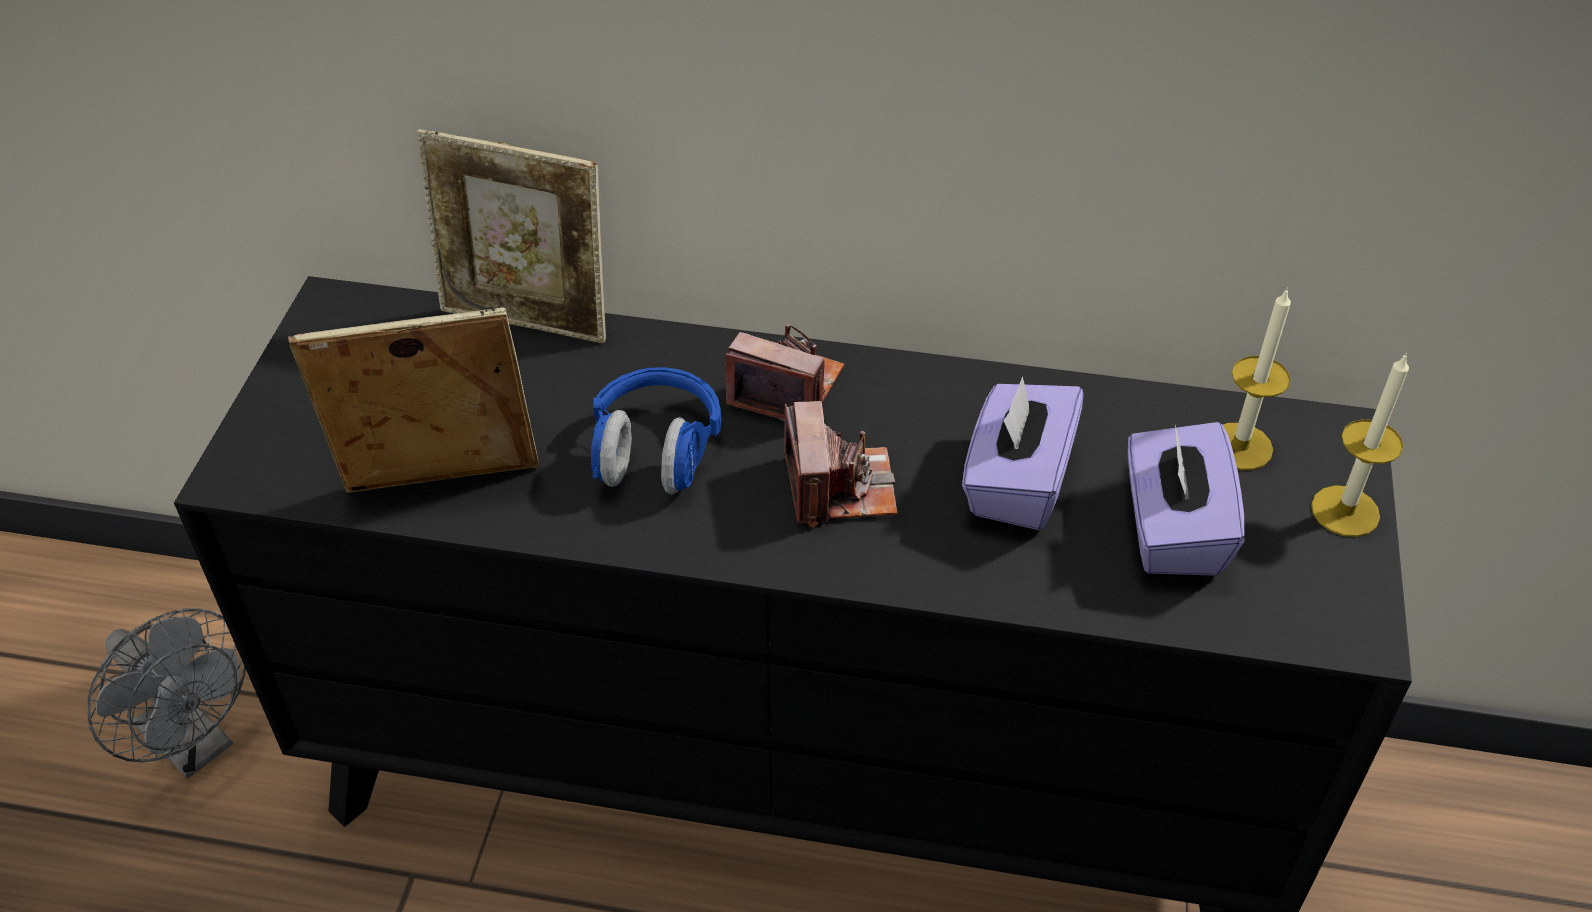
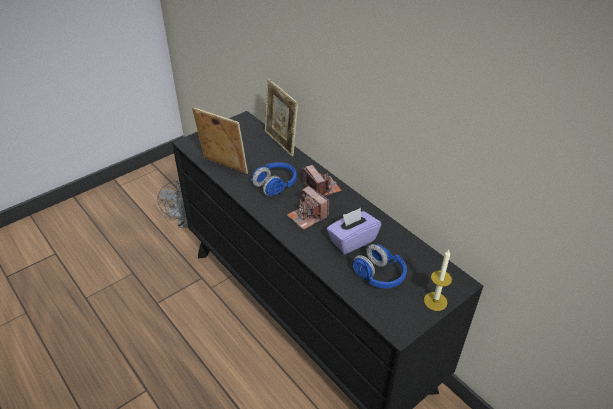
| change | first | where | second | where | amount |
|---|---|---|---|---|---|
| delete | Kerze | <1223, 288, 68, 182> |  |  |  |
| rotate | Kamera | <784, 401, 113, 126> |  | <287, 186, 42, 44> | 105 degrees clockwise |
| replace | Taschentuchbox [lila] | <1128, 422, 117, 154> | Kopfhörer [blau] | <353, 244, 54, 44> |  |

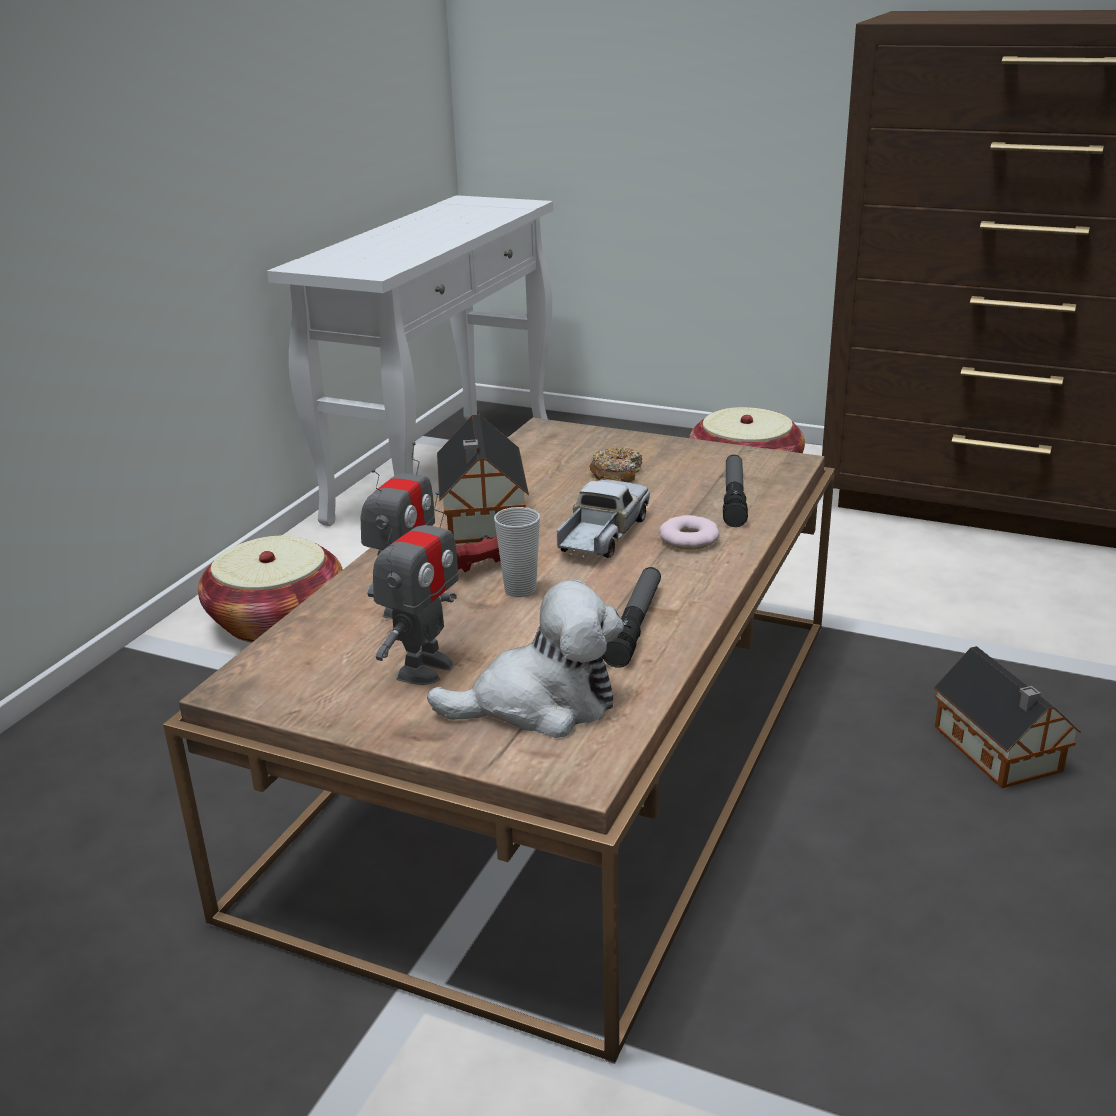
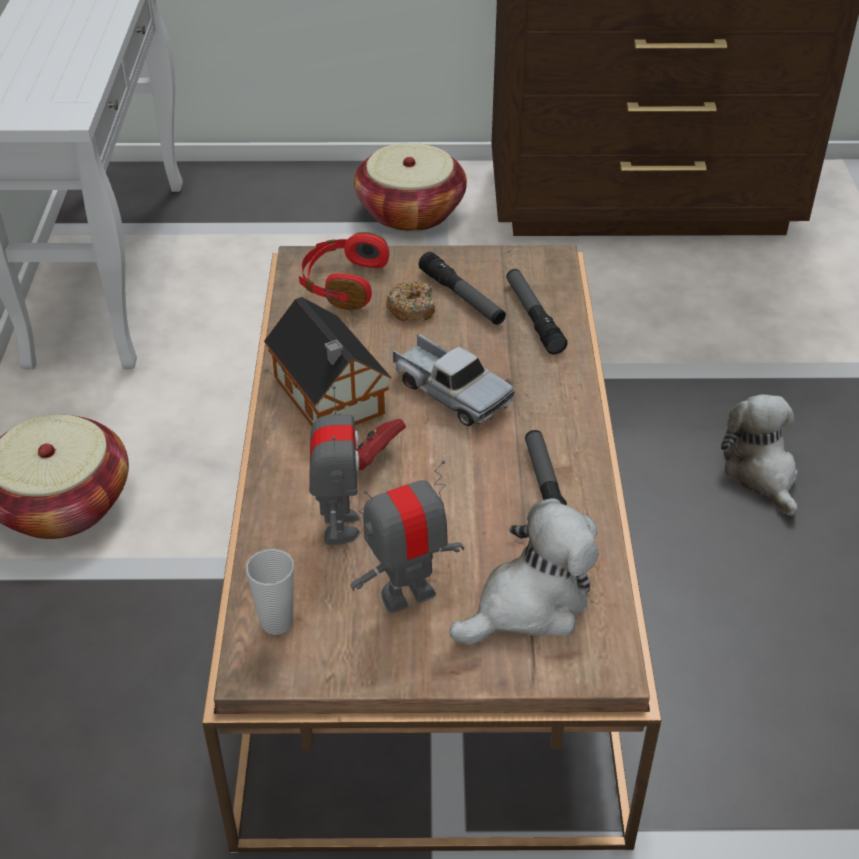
| change | first | where | second | where | amount |
|---|---|---|---|---|---|
| rotate | Spielzeuglaster | <556, 480, 94, 78> |  | <393, 334, 122, 92> | 135 degrees clockwise |
| rotate | Spielzeugroboter | <373, 491, 86, 194> |  | <350, 460, 114, 153> | 120 degrees counterclockwise |
| move | Tasse | <494, 507, 46, 90> |  | <246, 549, 48, 86> |  |
| delete | Donut | <659, 515, 60, 35> |  |  |  |
| replace | Spielzeughaus | <934, 646, 147, 142> | Plüschtier | <721, 394, 76, 122> |  |
| insert |  |  | Kopfhörer [rot] | <299, 232, 90, 78> |  |
| insert |  |  | Taschenlampe | <419, 252, 87, 73> |  |

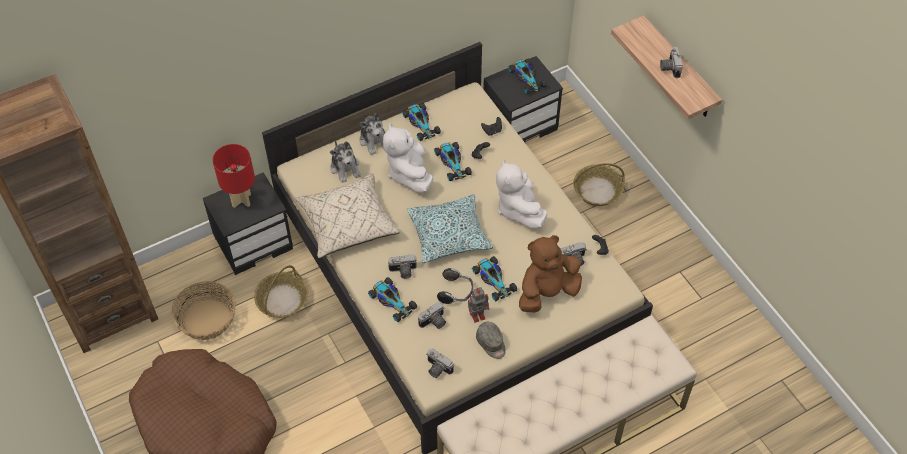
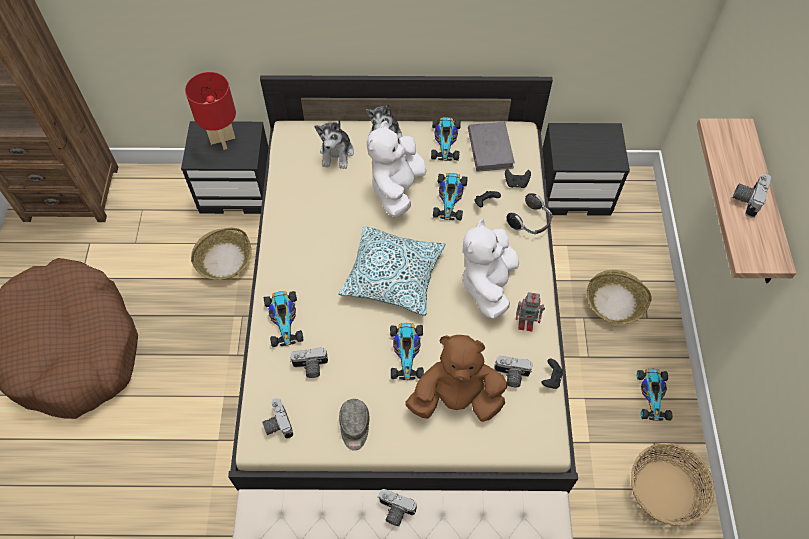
| change | first | where | second | where | amount |
|---|---|---|---|---|---|
| move | Spielzeugauto | <508, 59, 39, 35> |  | <637, 369, 36, 52> |  |
| delete | Kissen [beige] | <295, 173, 106, 85> |  |  |  |
| move | Kamera | <388, 254, 29, 25> |  | <377, 489, 40, 37> |  |
| move | Kopfhörer | <437, 268, 36, 36> |  | <507, 193, 45, 41> |  |
| move | Korb | <171, 281, 65, 59> |  | <631, 443, 84, 82> |  |
| move | Spielzeugroboter | <468, 287, 21, 36> |  | <516, 292, 29, 40> |  |
| insert |  |  | Buch [grau] | <468, 122, 47, 50> |  |

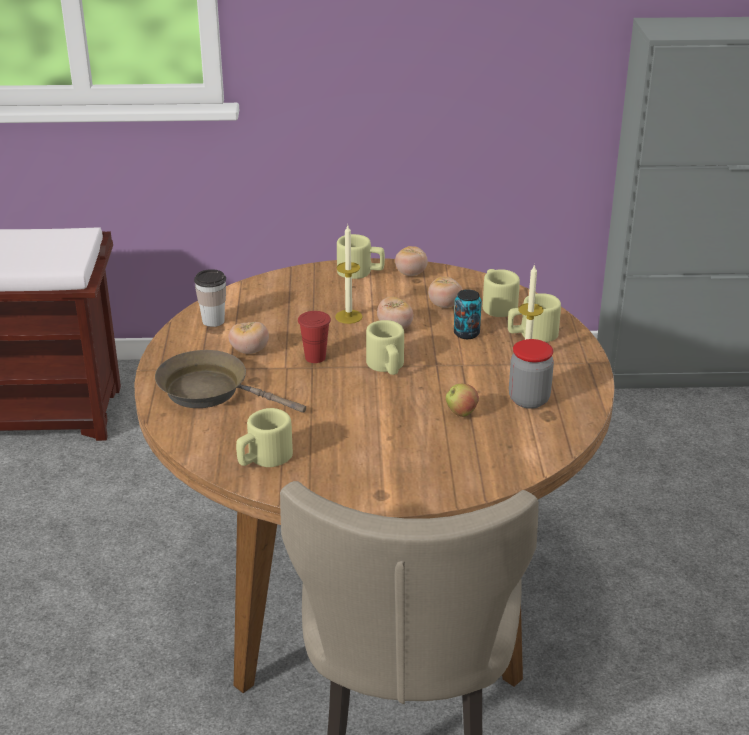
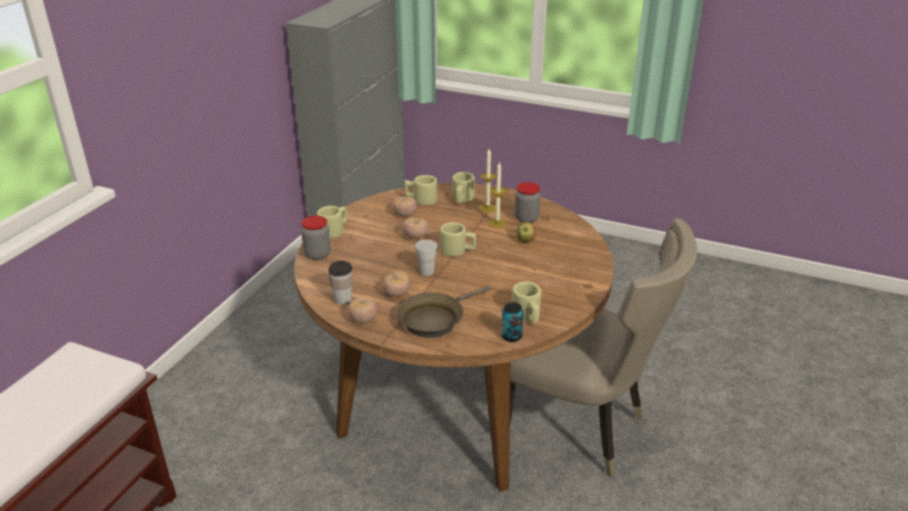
| change | first | where | second | where | amount |
|---|---|---|---|---|---|
| move | Kerze | <335, 225, 28, 99> |  | <488, 162, 18, 66> |  |
| move | Tomate | <395, 246, 33, 30> |  | <348, 298, 29, 25> |  |
| move | Dose | <454, 289, 28, 50> |  | <501, 302, 23, 40> |  |
| recolor | Tasse [rot] | <298, 311, 33, 52> | Tasse [weiß] | <415, 239, 23, 37> |  |
| insert |  |  | Vorratsglas | <301, 216, 30, 44> |  |

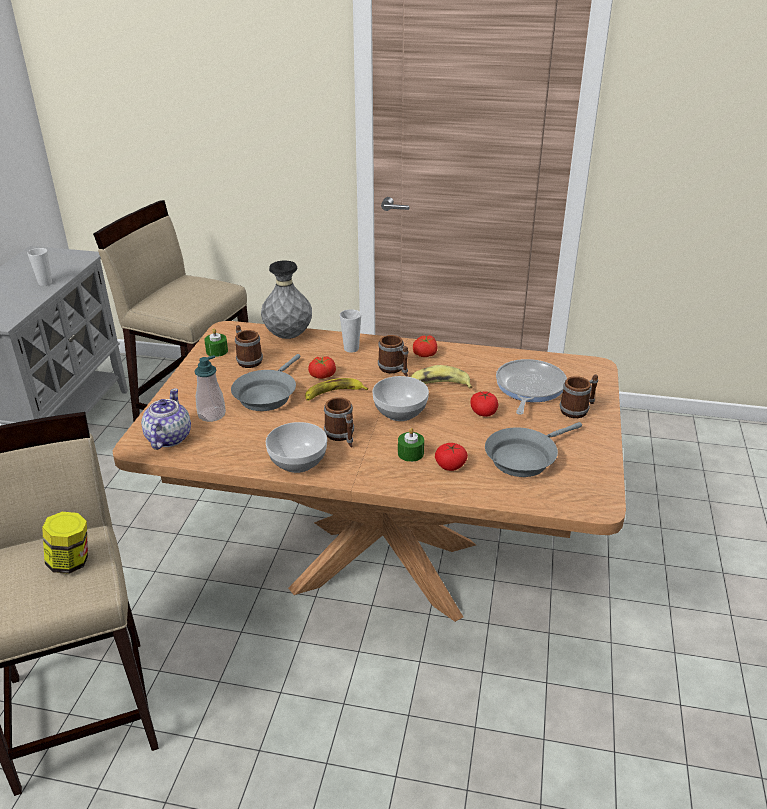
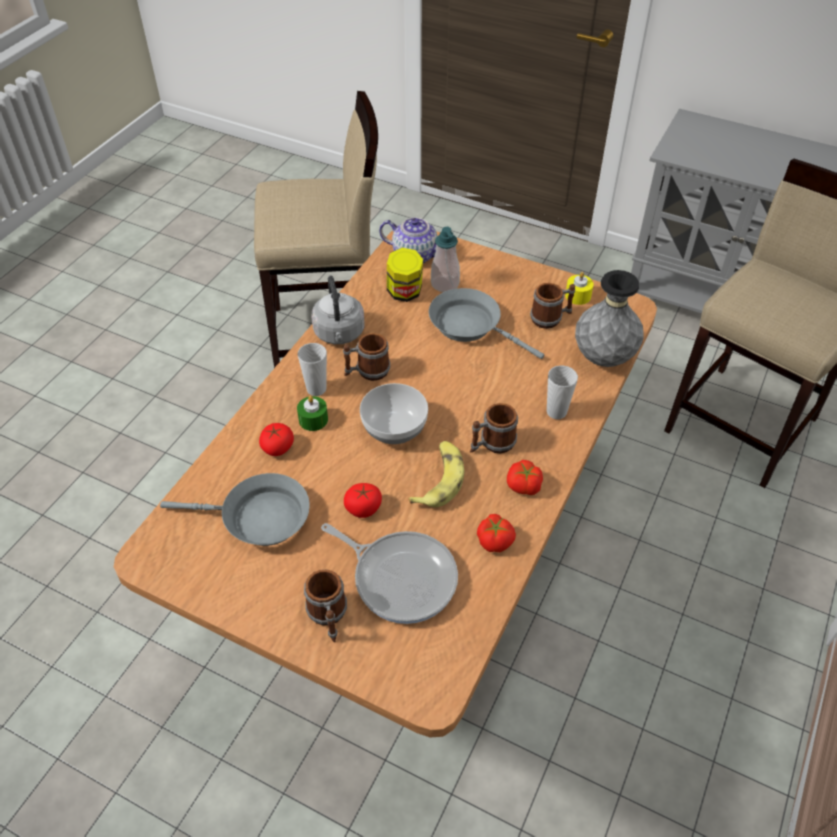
| change | first | where | second | where | amount |
|---|---|---|---|---|---|
| move | Tasse | <27, 248, 25, 38> |  | <298, 343, 29, 53> |  |
| recolor | Kerze [grün] | <204, 328, 24, 29> | Kerze [gelb] | <565, 272, 29, 33> |  |
| move | Tomate | <308, 356, 28, 23> |  | <477, 514, 39, 38> |  |
| delete | Banane | <305, 378, 63, 23> |  |  |  |
| replace | Schüssel | <266, 422, 61, 51> | Wasserkessel [grau] | <312, 276, 53, 68> |  |
| rotate | Pfanne [grau] | <485, 422, 97, 55> |  | <160, 473, 149, 73> | 120 degrees clockwise |
| move | Vorratsglas | <42, 512, 46, 62> |  | <387, 248, 36, 54> |  |

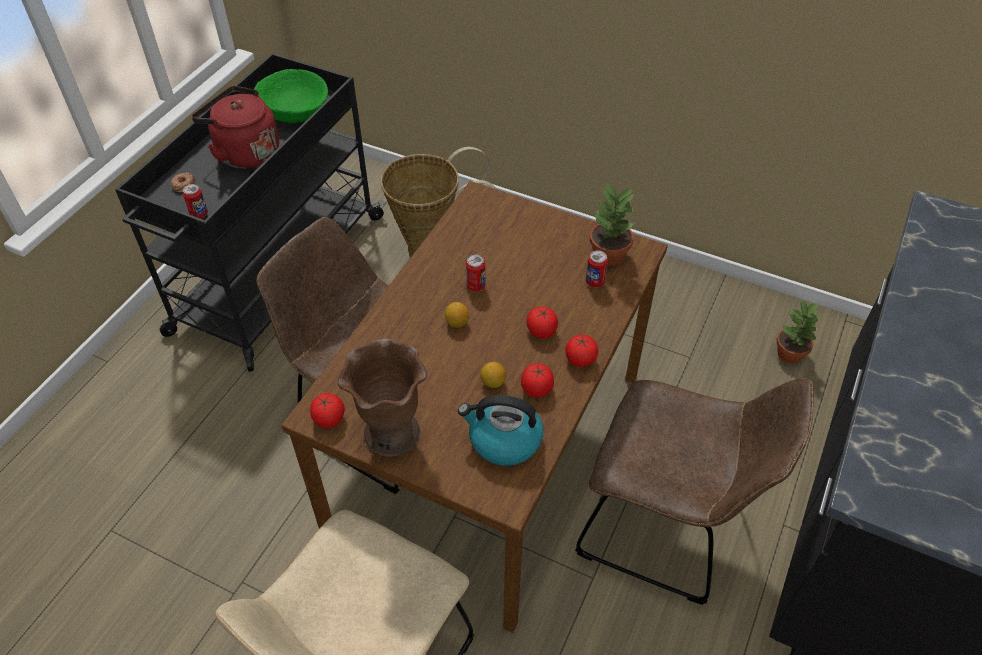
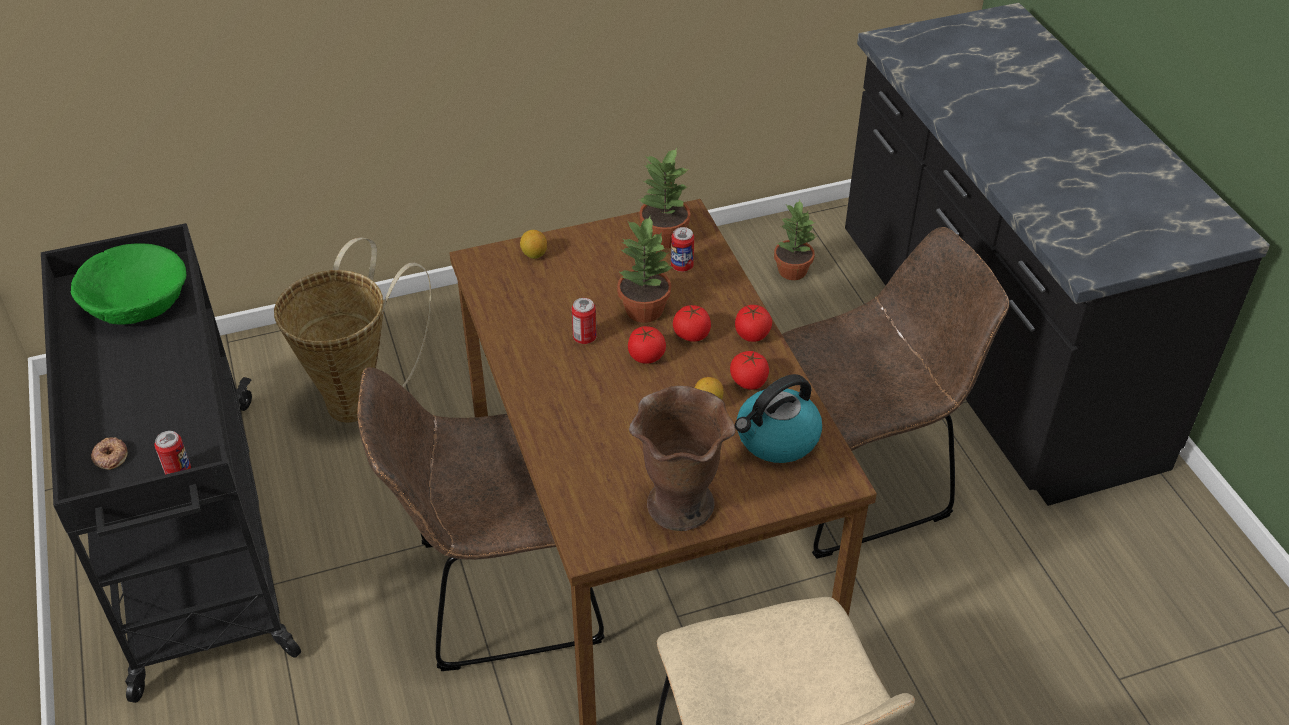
| change | first | where | second | where | amount |
|---|---|---|---|---|---|
| delete | Wasserkessel [rot] | <191, 86, 88, 83> |  |  |  |
| move | Zitrone | <445, 302, 24, 26> |  | <520, 230, 27, 29> |  |
| move | Tomate | <310, 393, 35, 35> |  | <628, 326, 38, 38> |  |
| insert |  |  | Topfpflanze | <617, 216, 56, 107> |  |

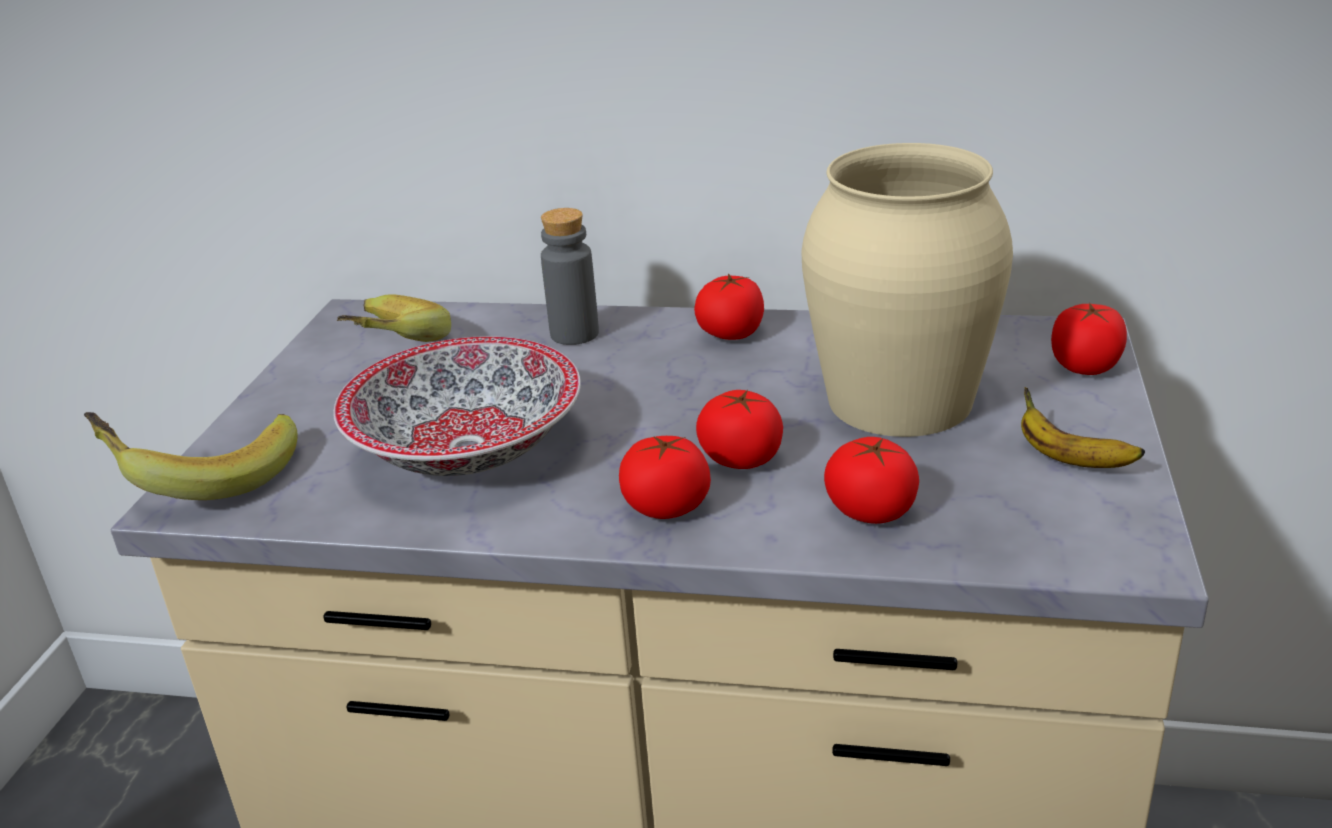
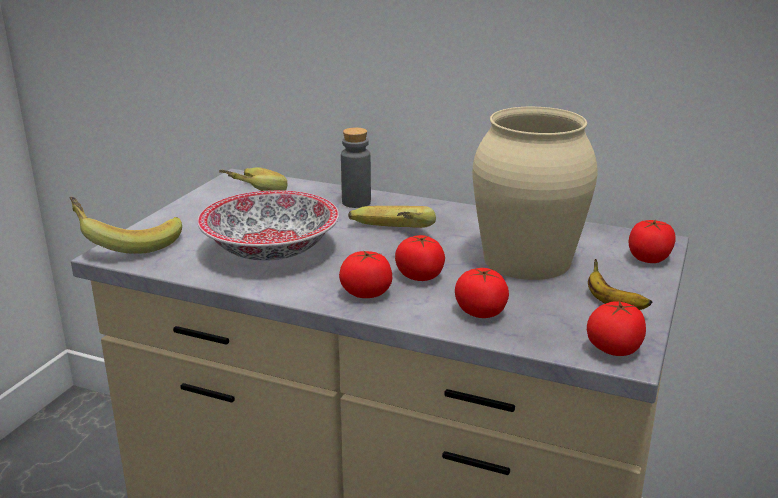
| change | first | where | second | where | amount |
|---|---|---|---|---|---|
| move | Tomate | <694, 274, 70, 66> |  | <587, 301, 59, 55> |  |
| insert |  |  | Banane | <348, 206, 88, 22> |  |

